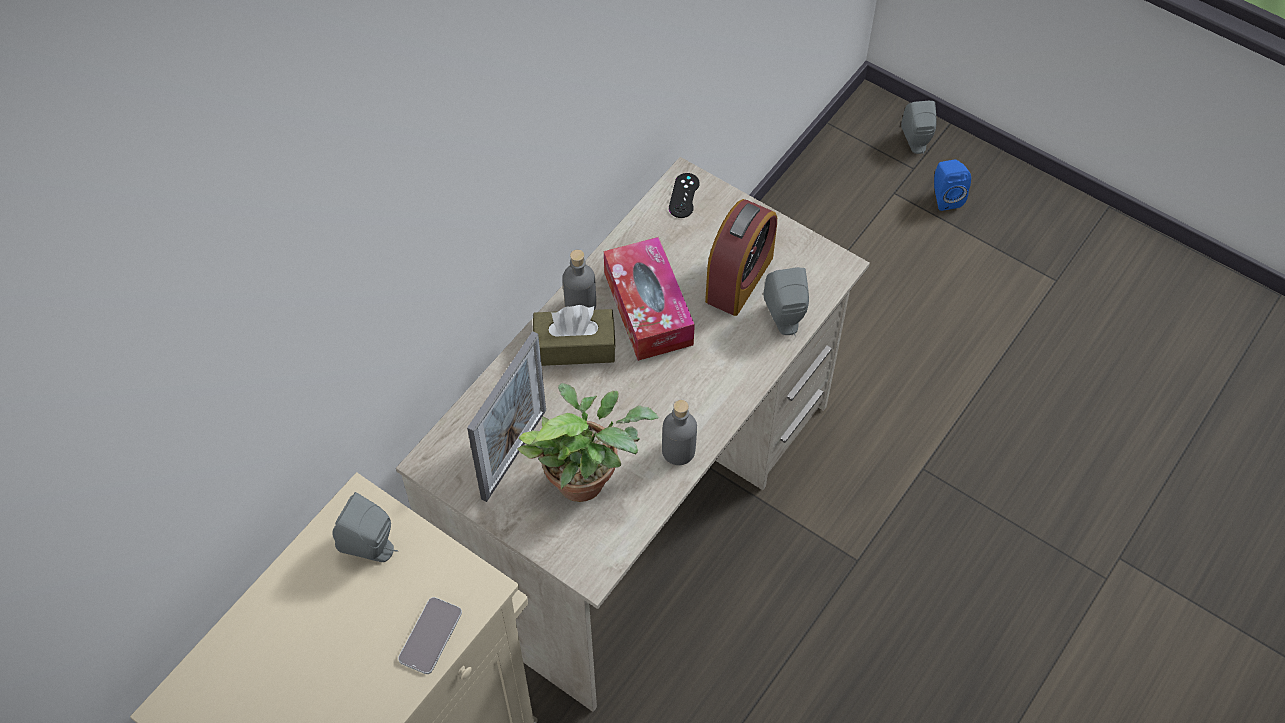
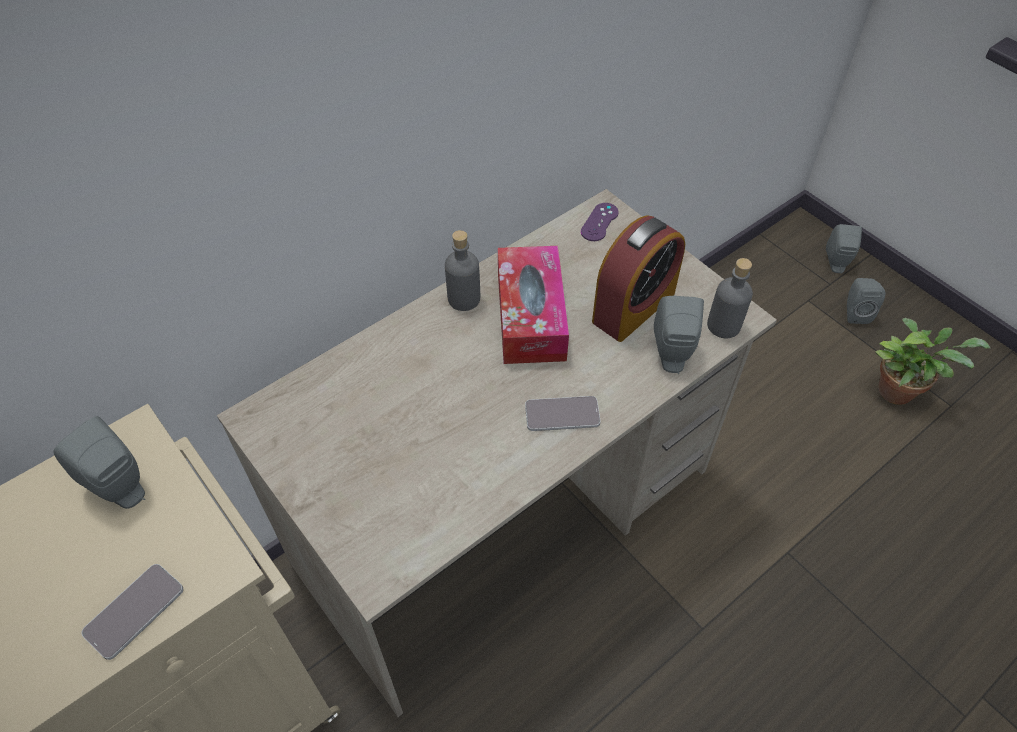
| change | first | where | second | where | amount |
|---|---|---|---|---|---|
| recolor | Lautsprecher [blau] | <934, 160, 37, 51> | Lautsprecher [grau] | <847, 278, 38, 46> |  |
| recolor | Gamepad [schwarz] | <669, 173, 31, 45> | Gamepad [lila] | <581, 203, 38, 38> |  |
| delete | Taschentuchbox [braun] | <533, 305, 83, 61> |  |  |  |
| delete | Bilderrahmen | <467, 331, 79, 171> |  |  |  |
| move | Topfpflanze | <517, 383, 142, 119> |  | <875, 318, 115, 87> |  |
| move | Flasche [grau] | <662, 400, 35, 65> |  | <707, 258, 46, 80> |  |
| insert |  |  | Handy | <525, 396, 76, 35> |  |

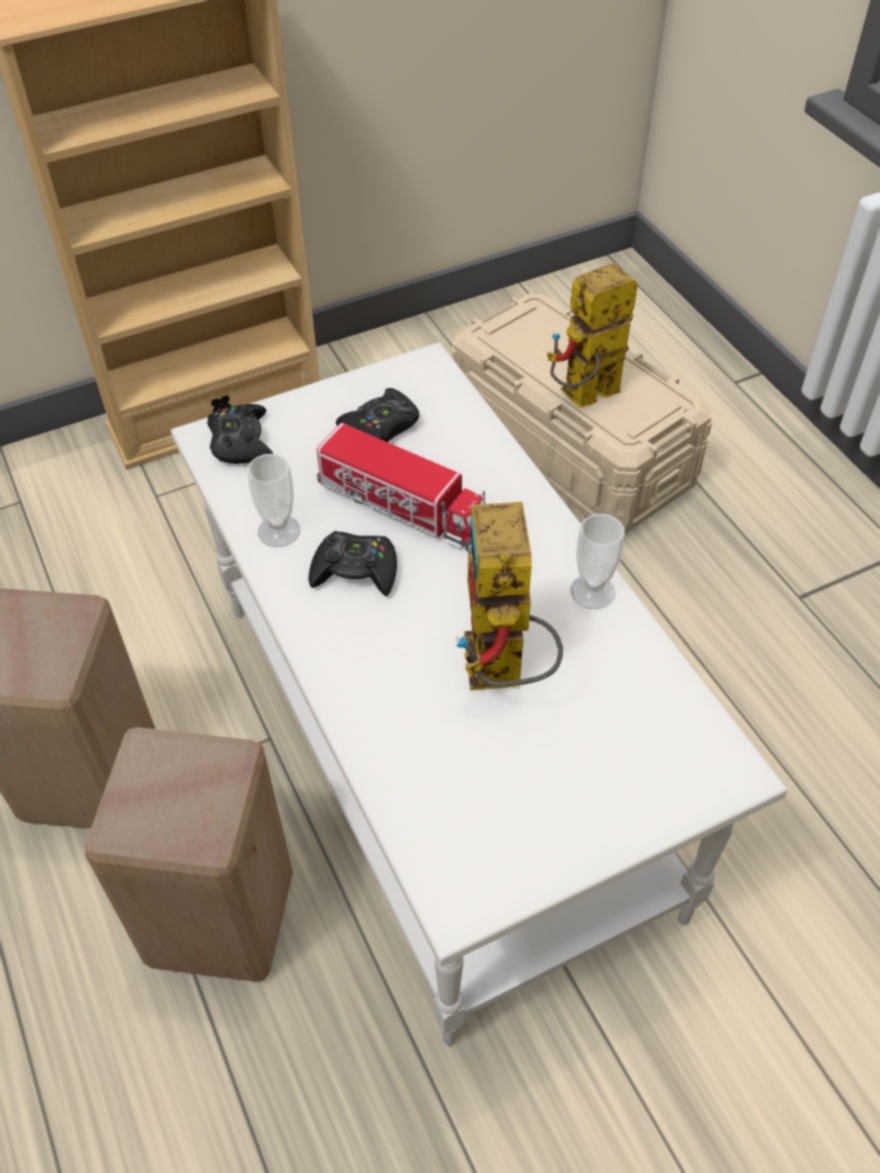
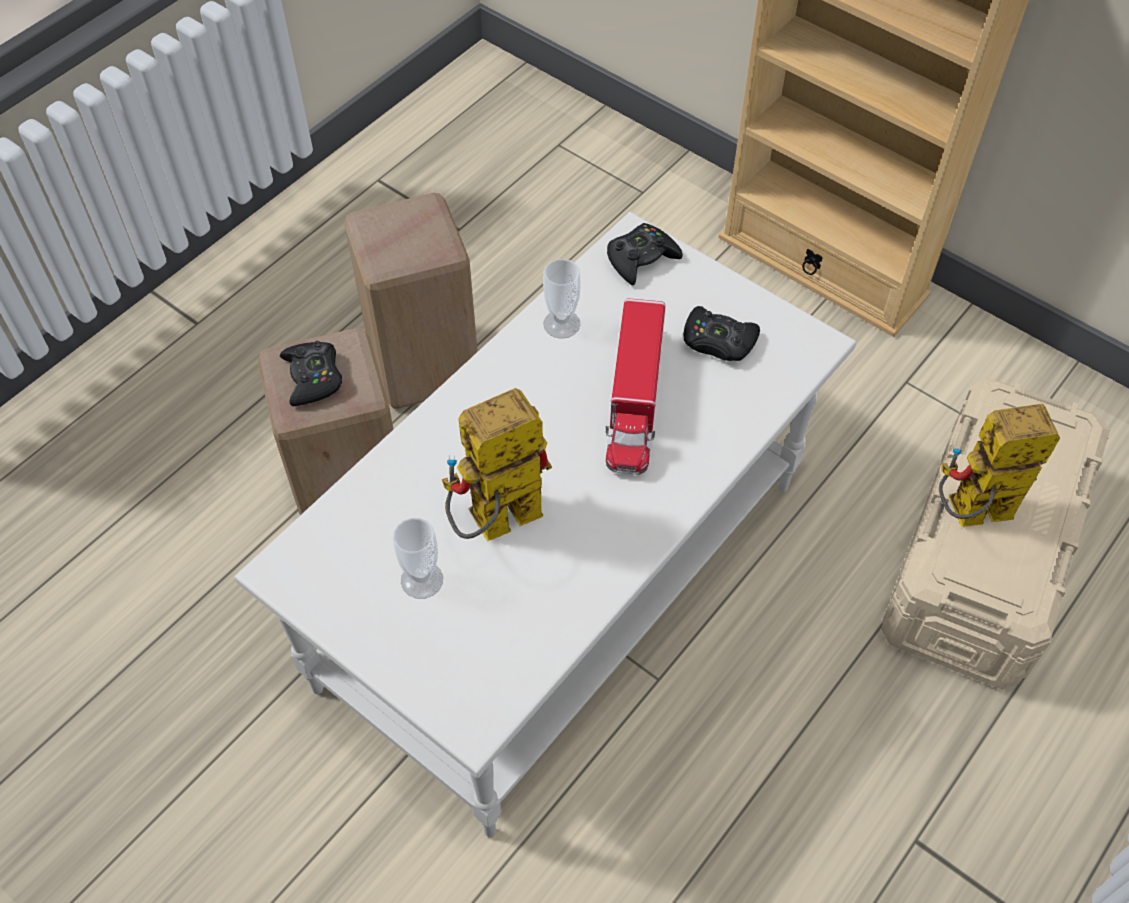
| change | first | where | second | where | amount |
|---|---|---|---|---|---|
| rotate | Spielzeugroboter | <547, 262, 91, 146> |  | <939, 403, 121, 124> | 45 degrees counterclockwise |
| move | Tasse | <571, 514, 54, 95> |  | <393, 518, 50, 81> |  |
| move | Gamepad [schwarz] | <308, 531, 89, 65> |  | <280, 341, 62, 65> |  |

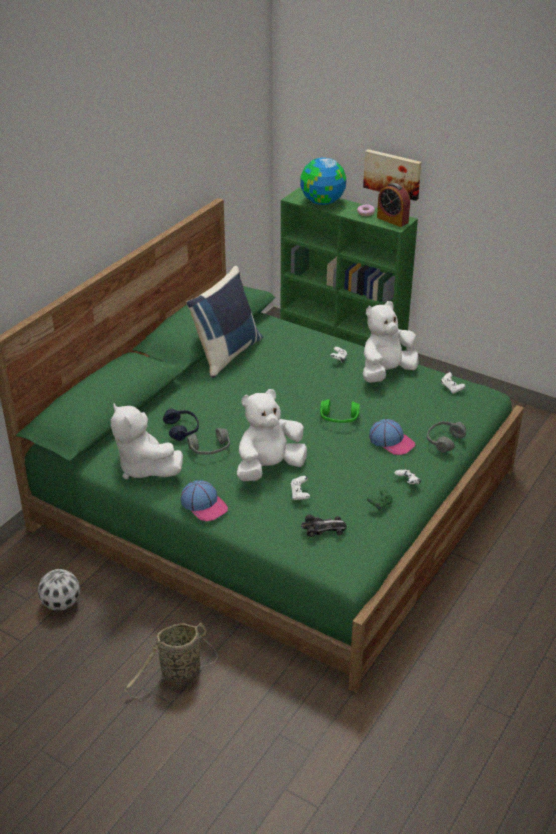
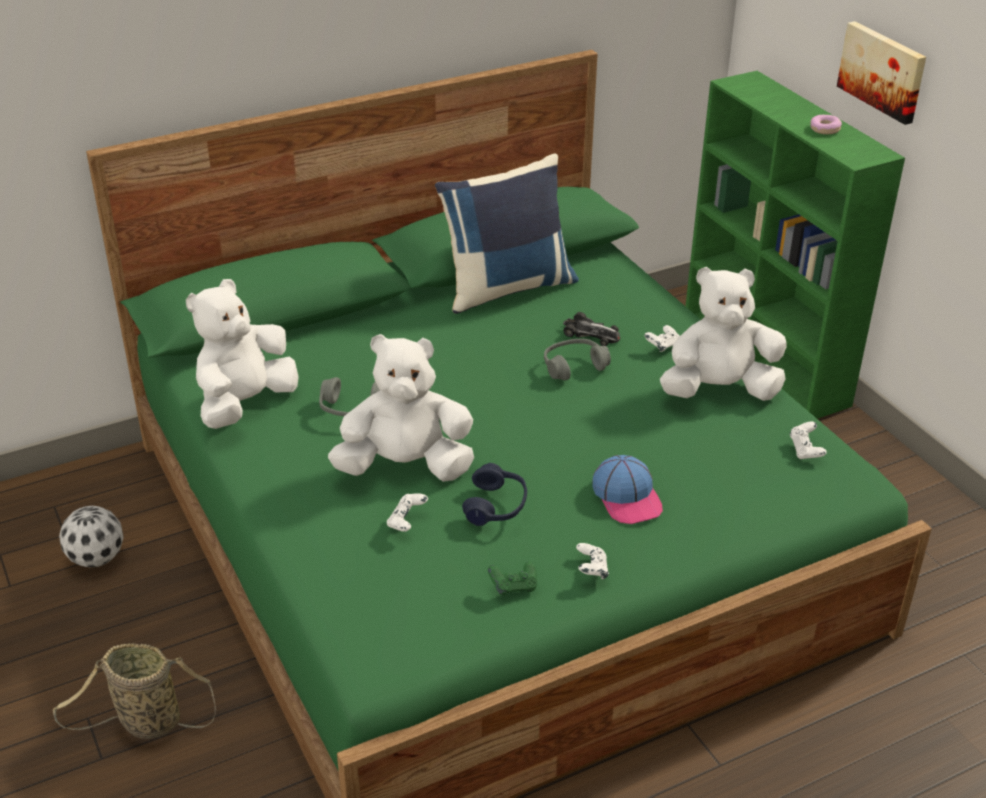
| change | first | where | second | where | amount |
|---|---|---|---|---|---|
| delete | Globus | <300, 157, 46, 48> |  |  |  |
| delete | Wecker | <377, 183, 33, 44> |  |  |  |
| delete | Kopfhörer [grün] | <320, 399, 40, 24> |  |  |  |
| rotate | Plüschtier [weiß] | <111, 404, 72, 75> |  | <186, 279, 113, 150> | 45 degrees clockwise |
| move | Kopfhörer [blau] | <163, 409, 36, 32> |  | <462, 463, 65, 63> |  |
| move | Kopfhörer [grau] | <427, 421, 39, 31> |  | <544, 339, 67, 41> |  |
| delete | Kappe | <181, 480, 47, 41> |  |  |  |
| move | Spielzeugauto | <301, 514, 46, 23> |  | <563, 312, 57, 34> |  |

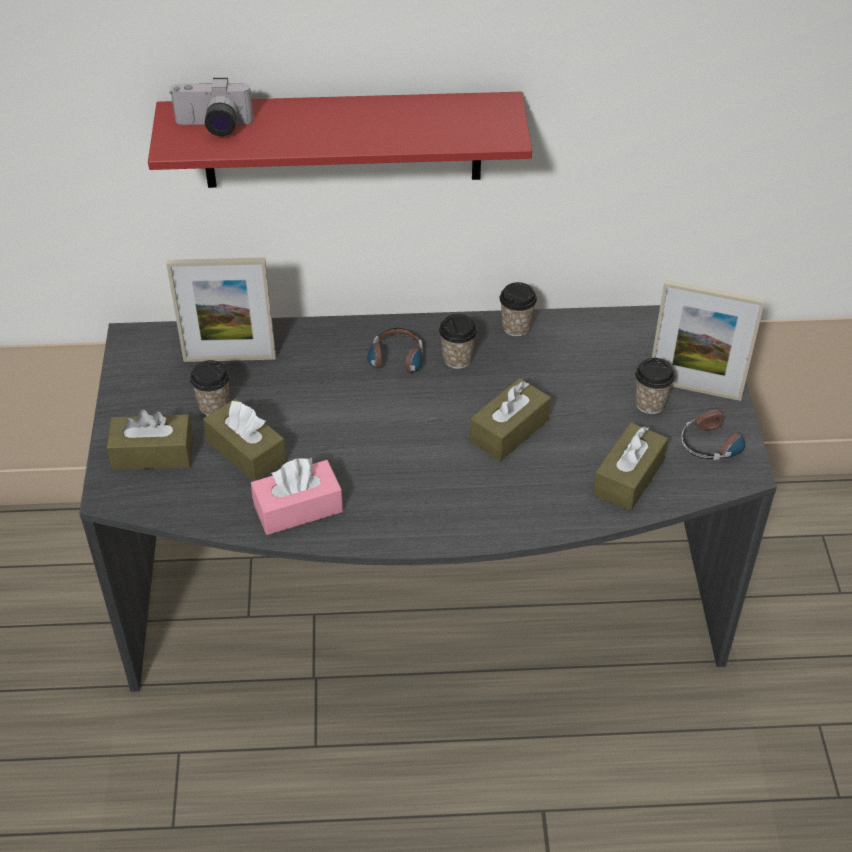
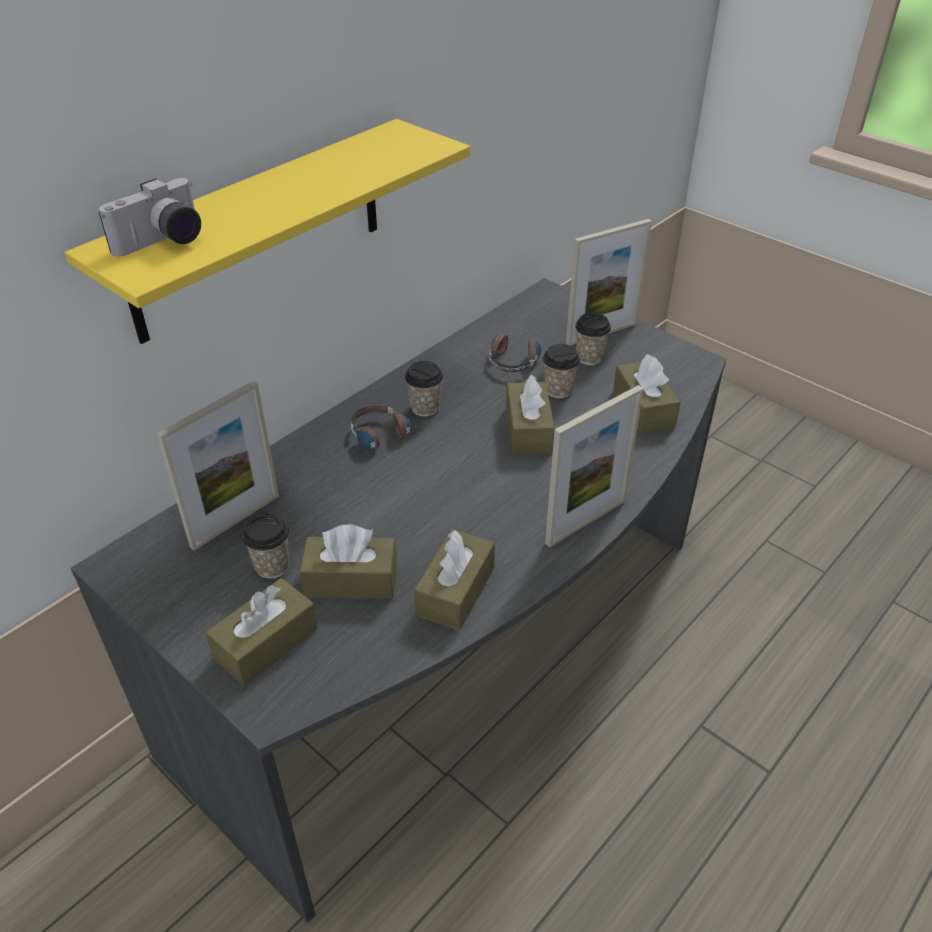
| change | first | where | second | where | amount |
|---|---|---|---|---|---|
| recolor | Wandregal [rot] | <148, 92, 384, 96> | Wandregal [gelb] | <65, 119, 405, 225> |  |
| move | Tasse | <500, 282, 37, 55> |  | <543, 344, 37, 54> |  |
| move | Kopfhörer | <681, 409, 81, 51> |  | <489, 333, 53, 39> |  |
| recolor | Taschentuchbox [rosa] | <251, 458, 92, 77> | Taschentuchbox [braun] | <414, 529, 81, 102> |  |
| insert |  |  | Bilderrahmen | <545, 385, 99, 162> |  |

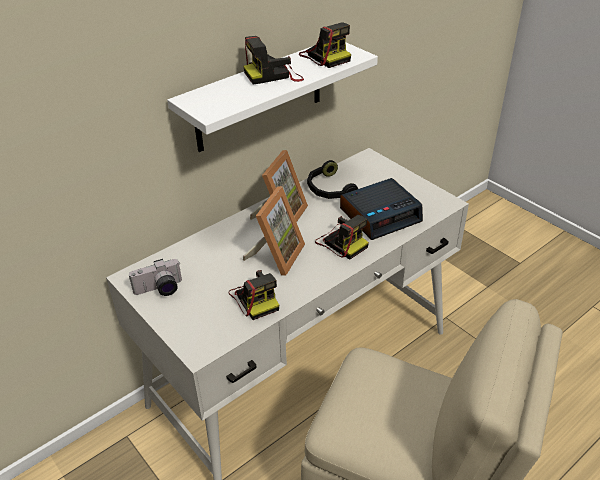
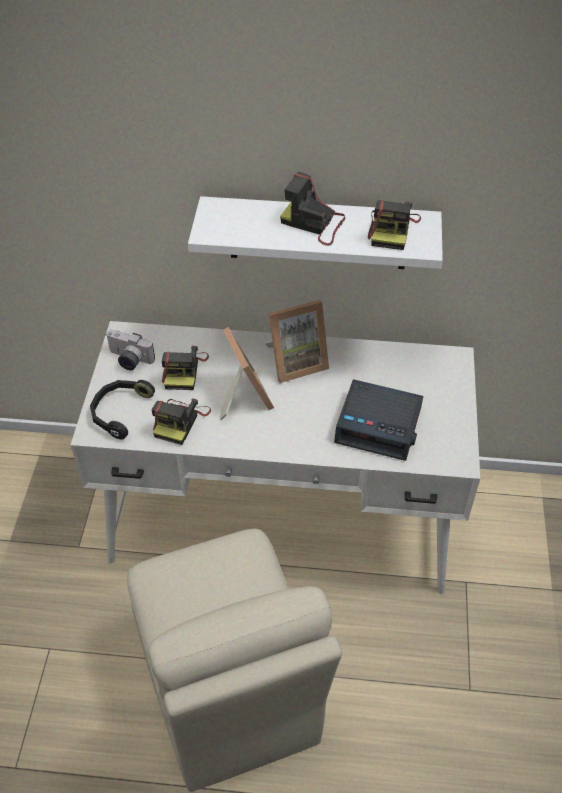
| change | first | where | second | where | amount |
|---|---|---|---|---|---|
| move | Kopfhörer [schwarz] | <307, 160, 51, 39> |  | <90, 380, 65, 59> |  |
| rotate | Bilderrahmen | <243, 186, 62, 89> |  | <220, 327, 54, 93> | 90 degrees counterclockwise |
| move | Kamera | <315, 215, 54, 44> |  | <162, 346, 47, 44> |  |

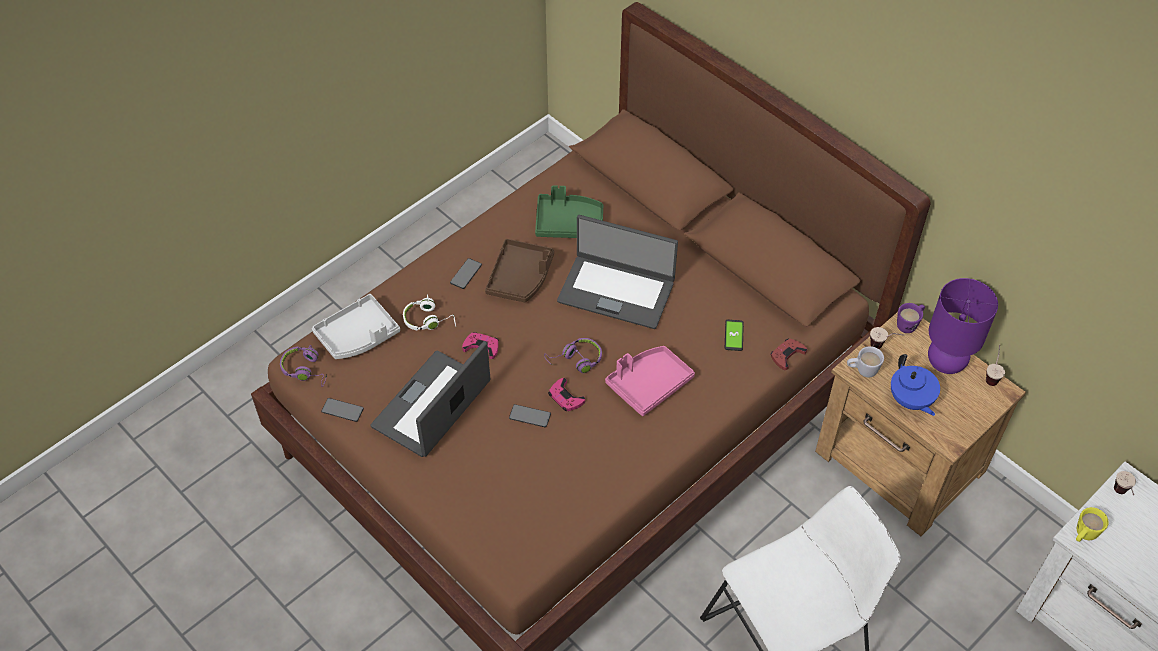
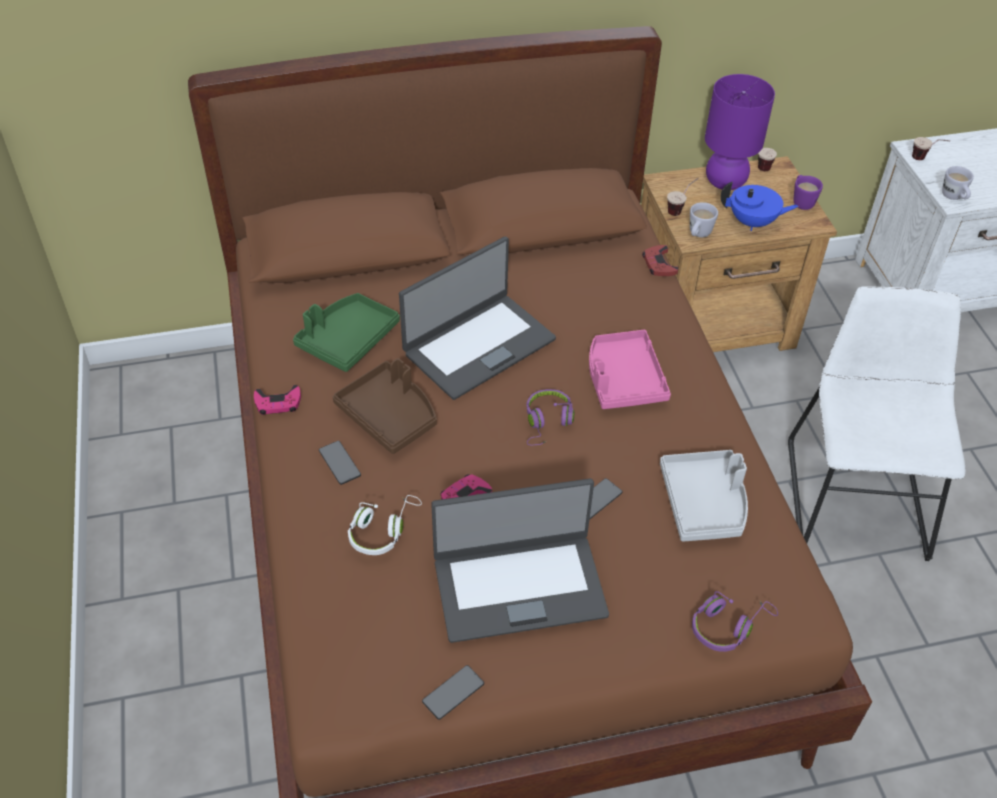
| change | first | where | second | where | amount |
|---|---|---|---|---|---|
| move | Tablett [grau] | <312, 294, 88, 65> |  | <660, 450, 88, 91> |  |
| move | Henkelbecher [lila] | <897, 303, 28, 30> |  | <794, 175, 29, 35> |  |
| delete | Handy | <725, 320, 19, 31> |  |  |  |
| rotate | Laptop | <370, 341, 121, 116> |  | <431, 479, 178, 164> | 75 degrees counterclockwise |
| move | Kopfhörer [lila] | <280, 345, 47, 42> |  | <692, 591, 86, 61> |  |
| move | Gamepad [rosa] | <548, 378, 37, 33> |  | <254, 385, 47, 30> |  |
| recolor | Henkelbecher [gelb] | <1076, 507, 33, 35> | Henkelbecher [weiß] | <942, 166, 32, 34> |  |

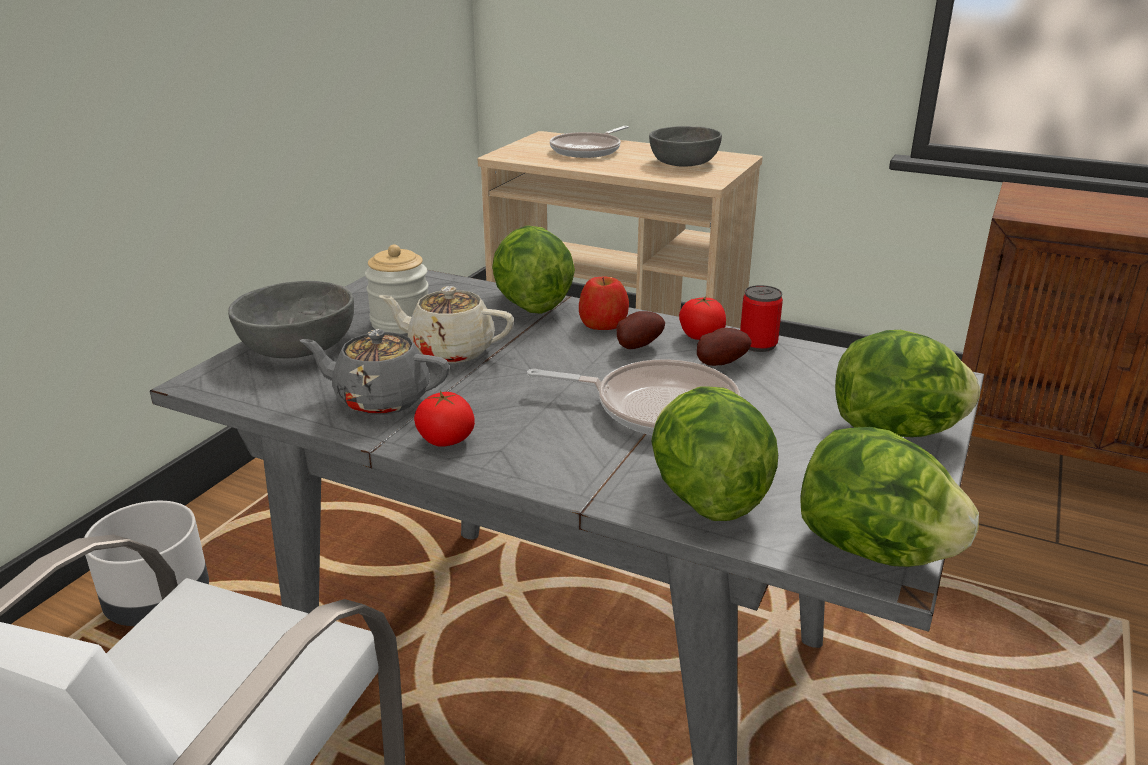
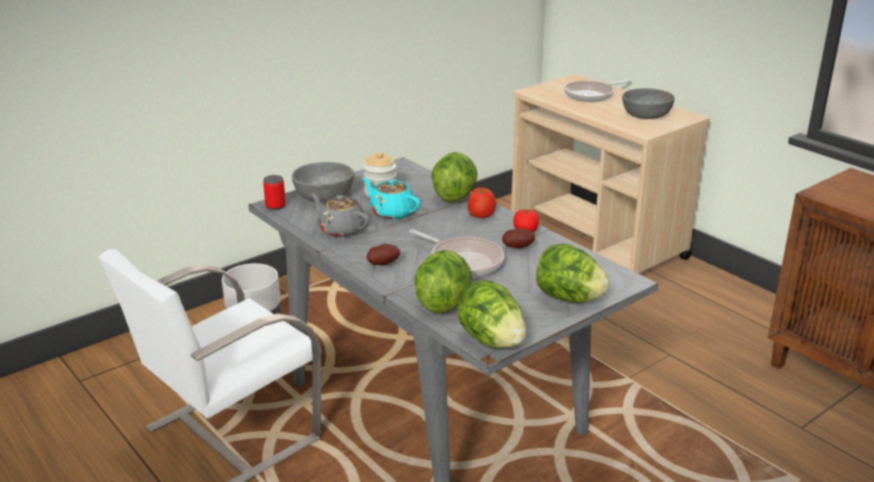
| change | first | where | second | where | amount |
|---|---|---|---|---|---|
| move | Dose | <740, 285, 43, 67> |  | <263, 175, 23, 35> |  |
| recolor | Teekanne [beige] | <379, 286, 135, 77> | Teekanne [türkis] | <362, 178, 59, 42> |  |
| move | Kartoffel | <616, 311, 49, 38> |  | <367, 244, 33, 21> |  |
| delete | Tomate | <414, 390, 61, 57> |  |  |  |

